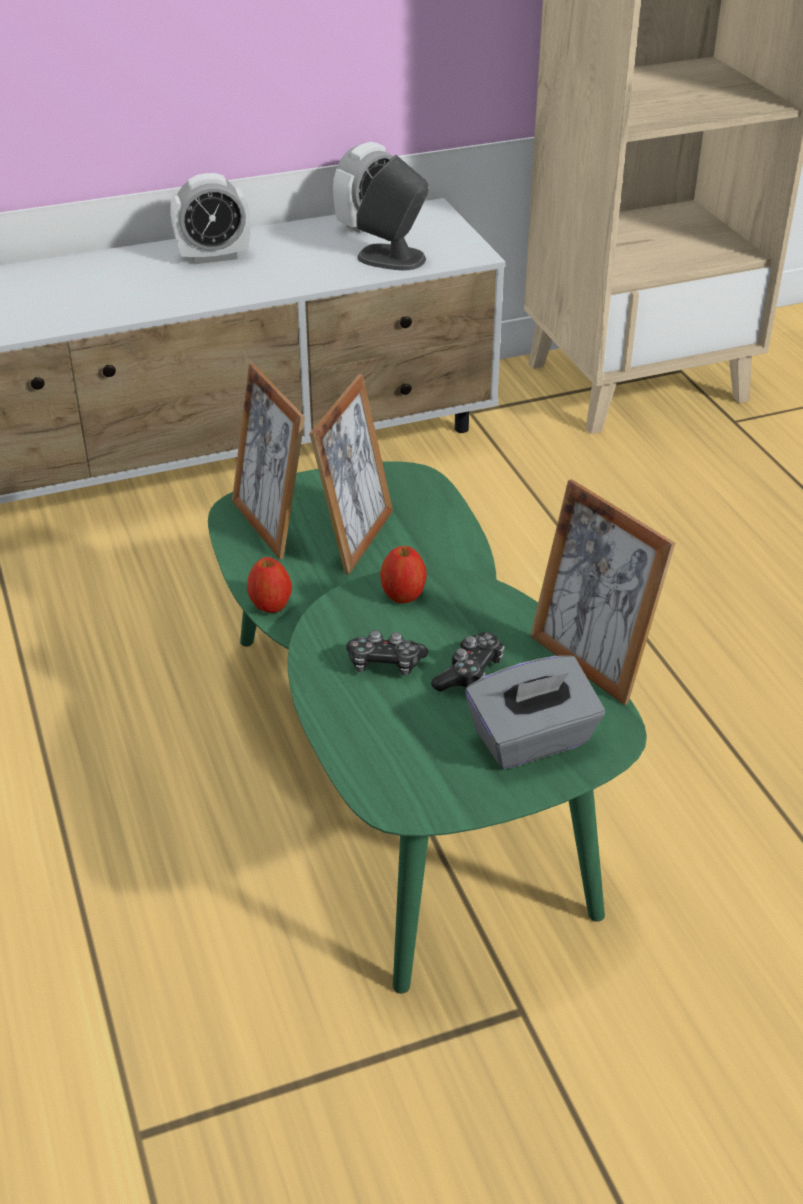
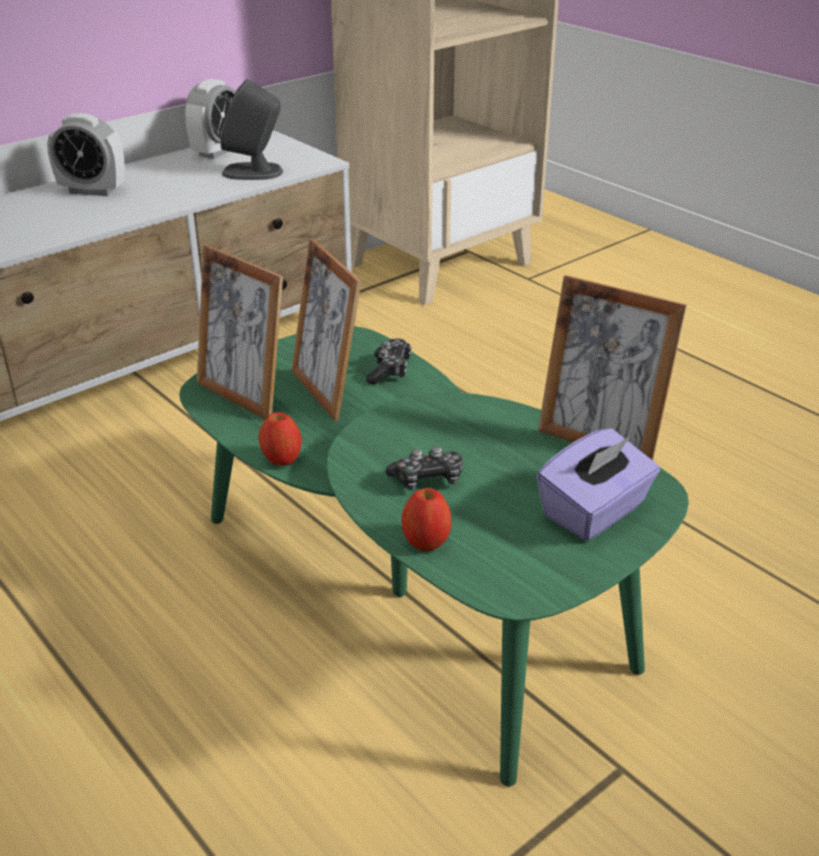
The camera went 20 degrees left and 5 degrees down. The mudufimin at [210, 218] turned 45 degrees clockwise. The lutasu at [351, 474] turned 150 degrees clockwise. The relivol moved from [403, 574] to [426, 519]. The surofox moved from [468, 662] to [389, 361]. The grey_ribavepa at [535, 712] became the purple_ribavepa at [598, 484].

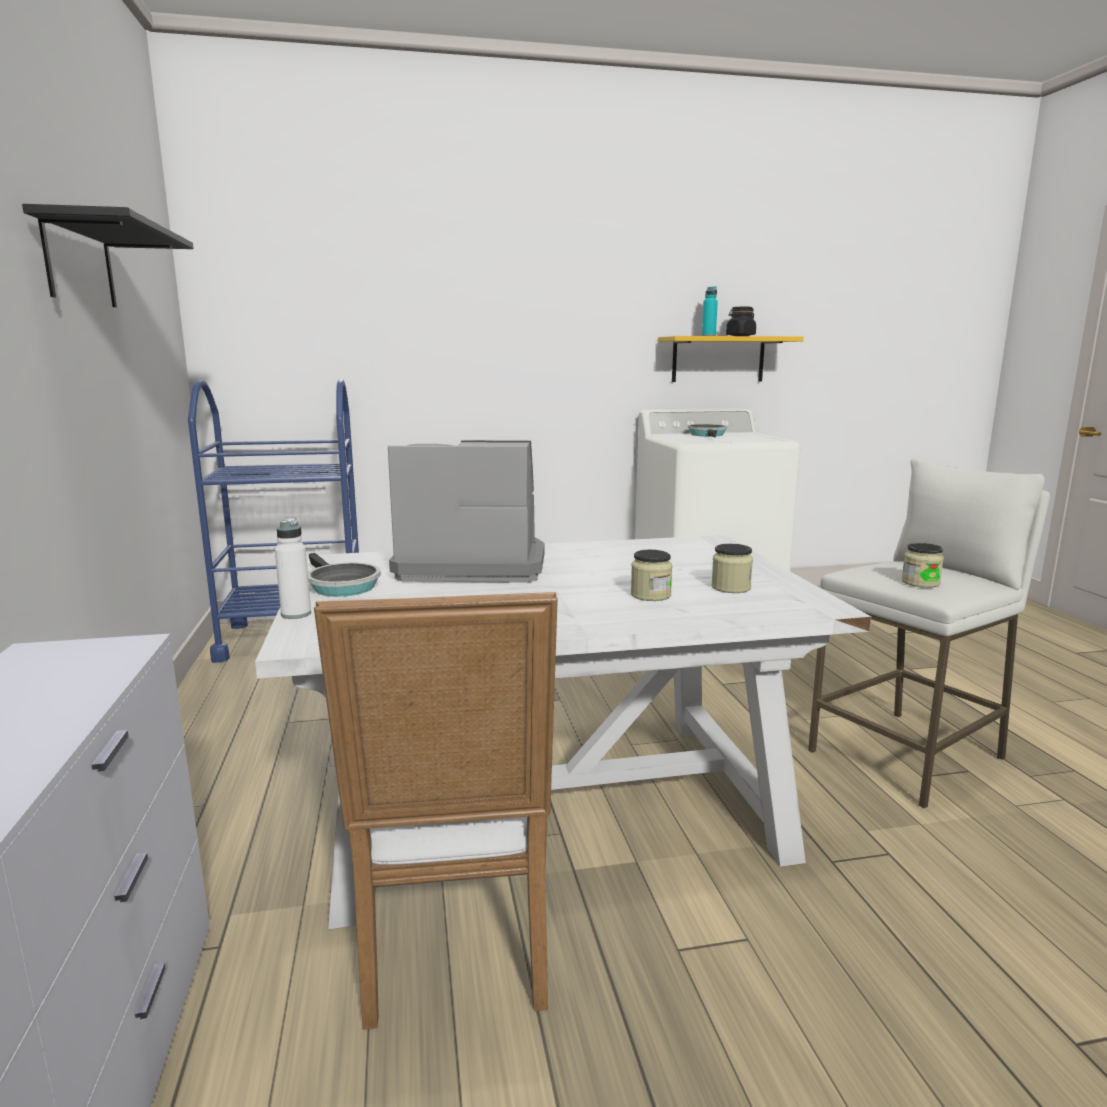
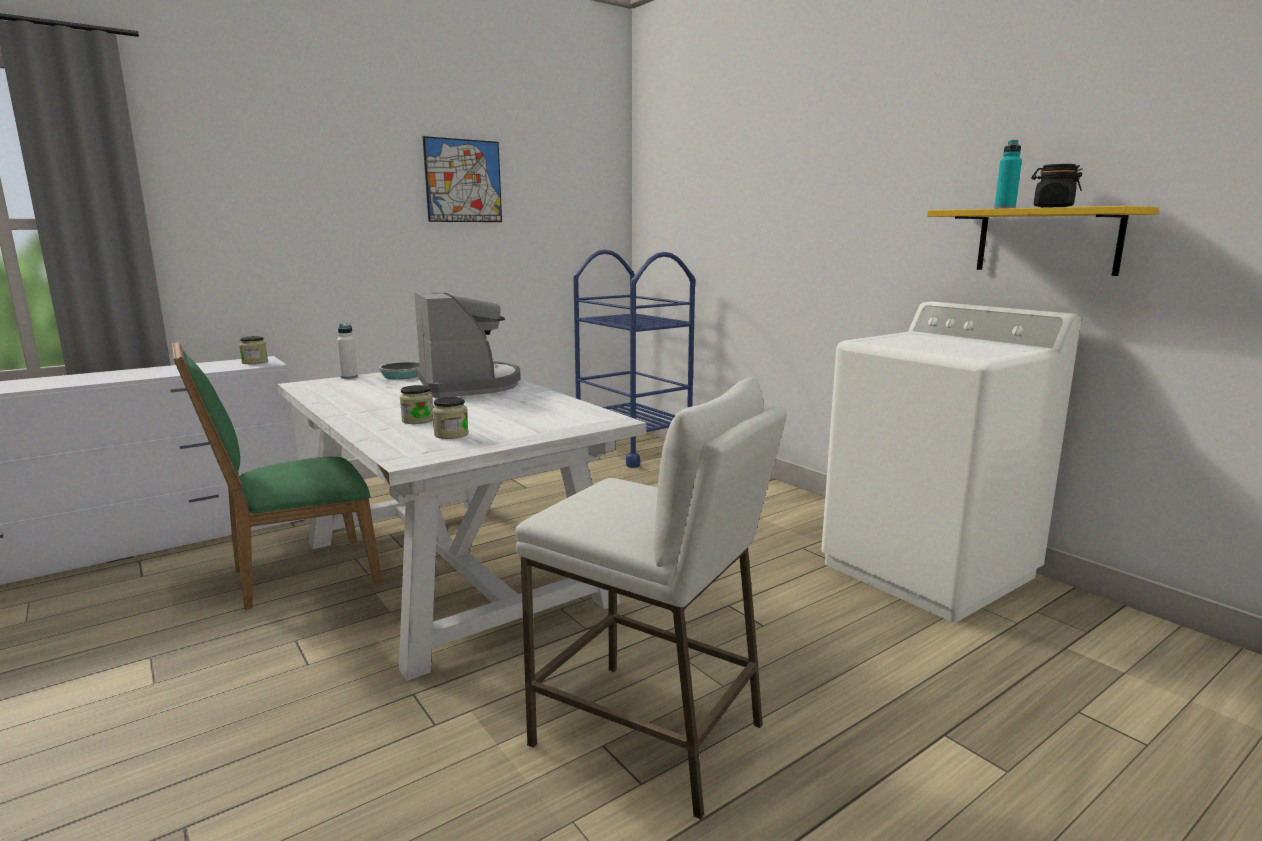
The camera went 65 degrees right and 0 degrees up. The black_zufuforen at [108, 255] was replaced by the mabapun at [462, 179]. The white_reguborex at [436, 811] became the green_reguborex at [277, 475]. The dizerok at [707, 431] disappeared. The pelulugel moved from [923, 565] to [253, 350].

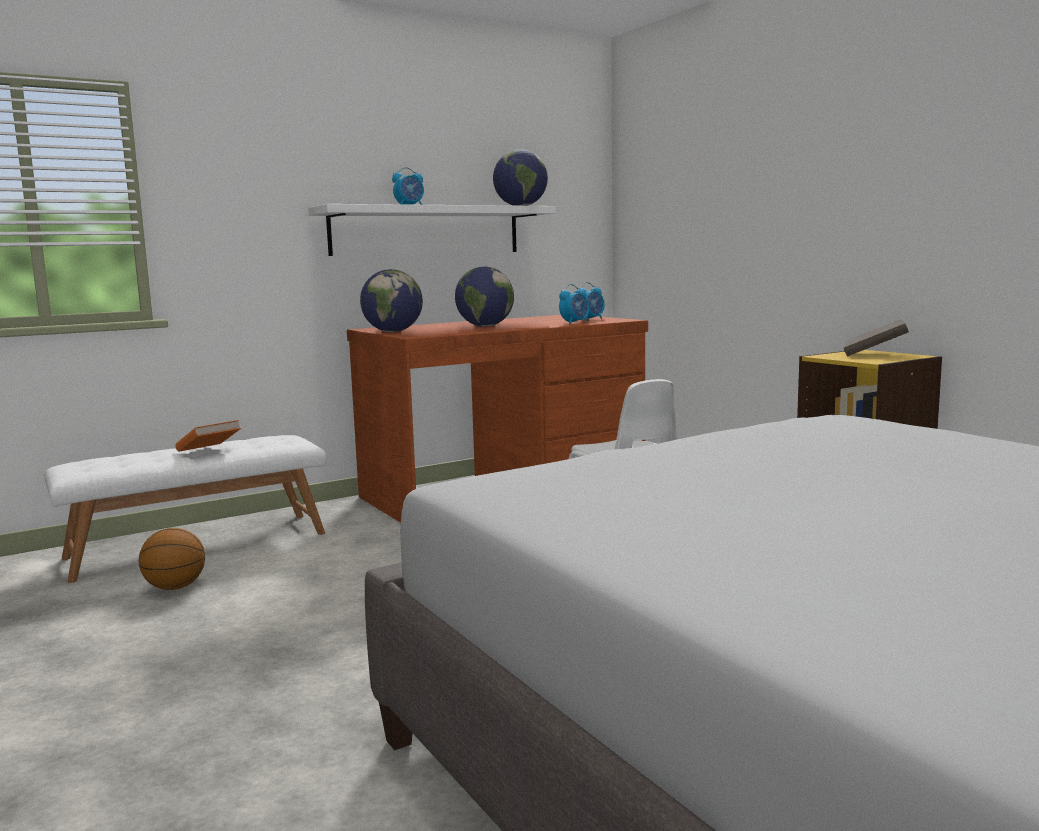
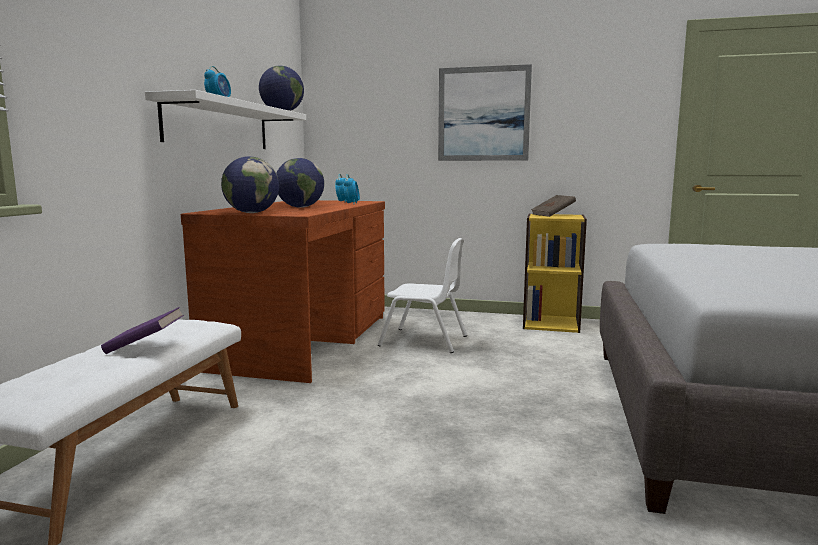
The camera went 45 degrees left and 0 degrees up. The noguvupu at [172, 559] disappeared. The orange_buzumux at [208, 436] became the purple_buzumux at [142, 330]. The mabapun at [485, 112] appeared.

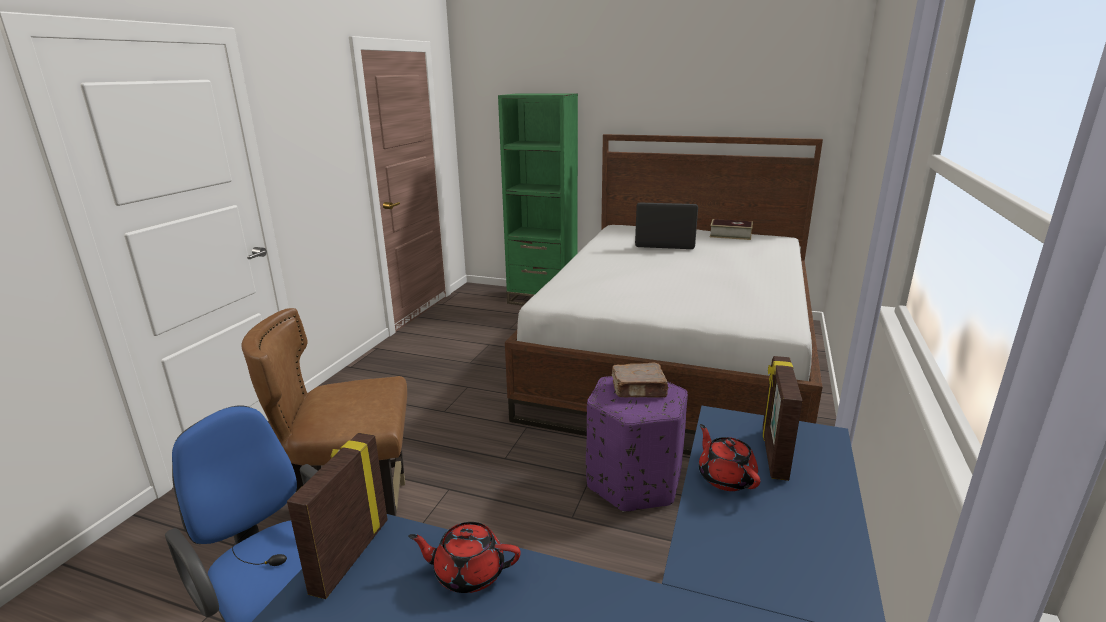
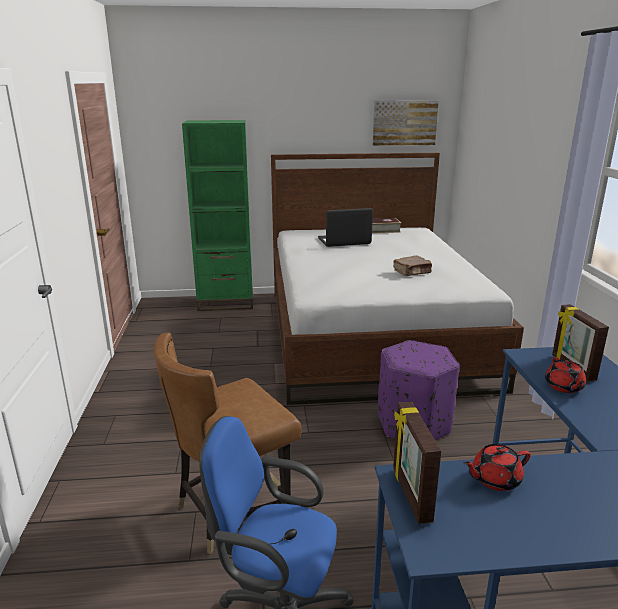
The camera went 25 degrees left and 0 degrees up. The brown_buzumux moved from [640, 380] to [412, 265]. The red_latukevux at [729, 457] turned 135 degrees counterclockwise. The mabapun at [406, 123] appeared.

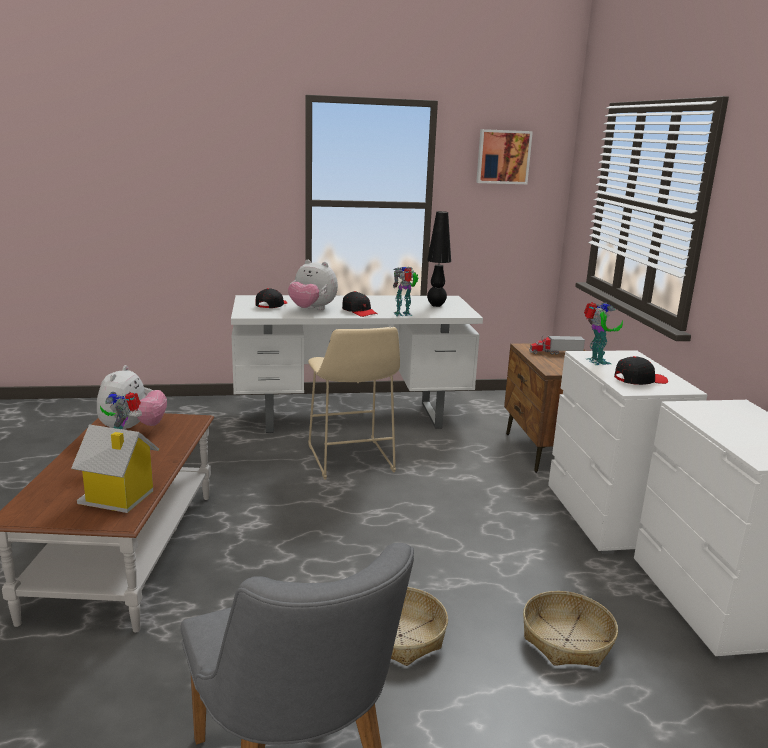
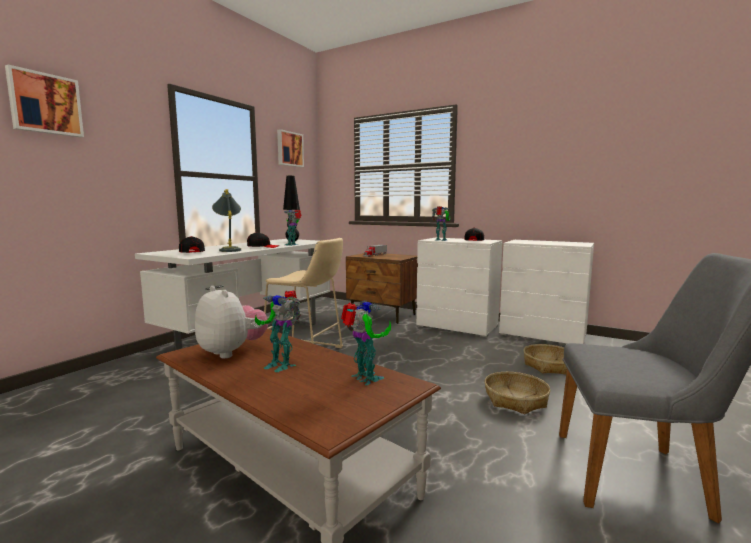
The camera went 50 degrees left and 10 degrees down. The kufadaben at [115, 468] was replaced by the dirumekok at [366, 343]. The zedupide at [313, 285] was replaced by the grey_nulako at [226, 220]. The mabapun at [44, 101] appeared.

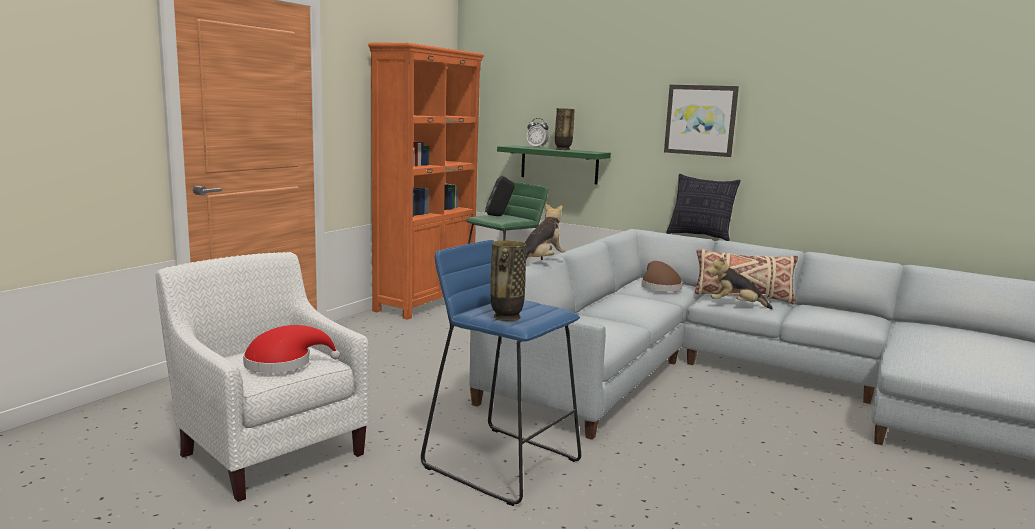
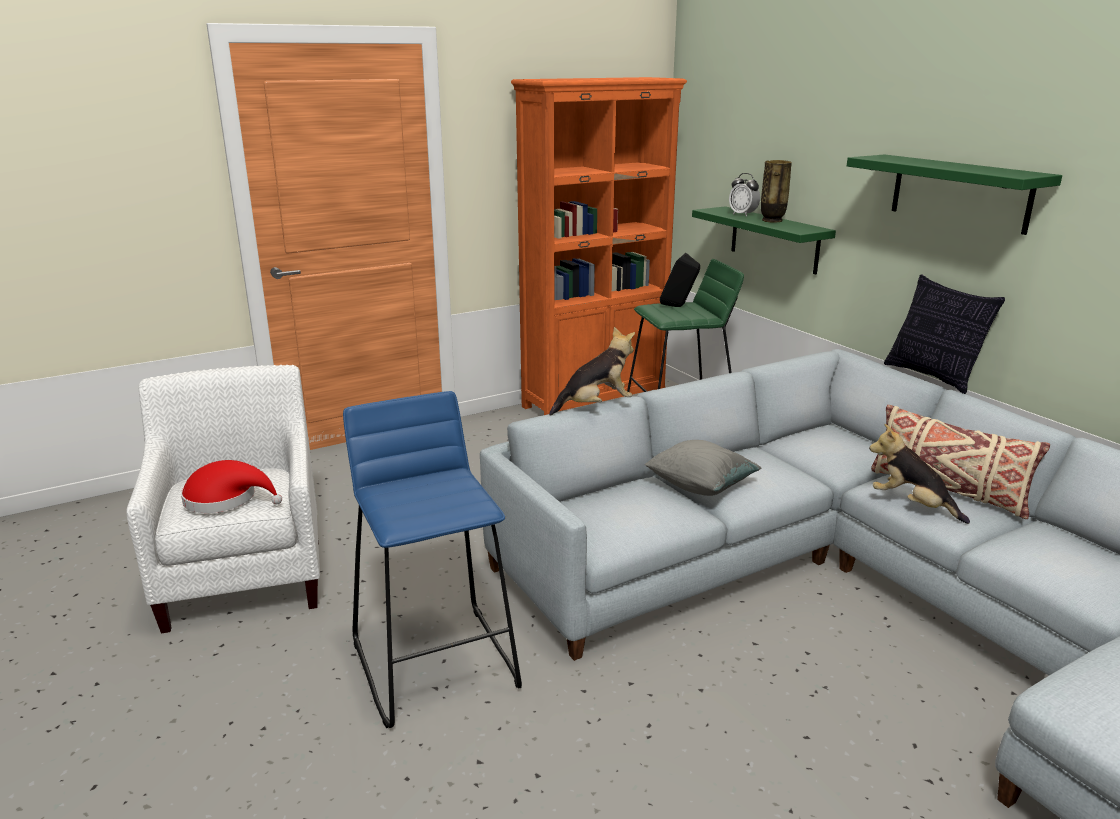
The camera went 30 degrees right and 10 degrees up. The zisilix at [508, 281] disappeared. The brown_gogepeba at [662, 276] disappeared. The mabapun at [701, 121] was replaced by the green_zufuforen at [954, 194]. The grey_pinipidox at [702, 468] appeared.

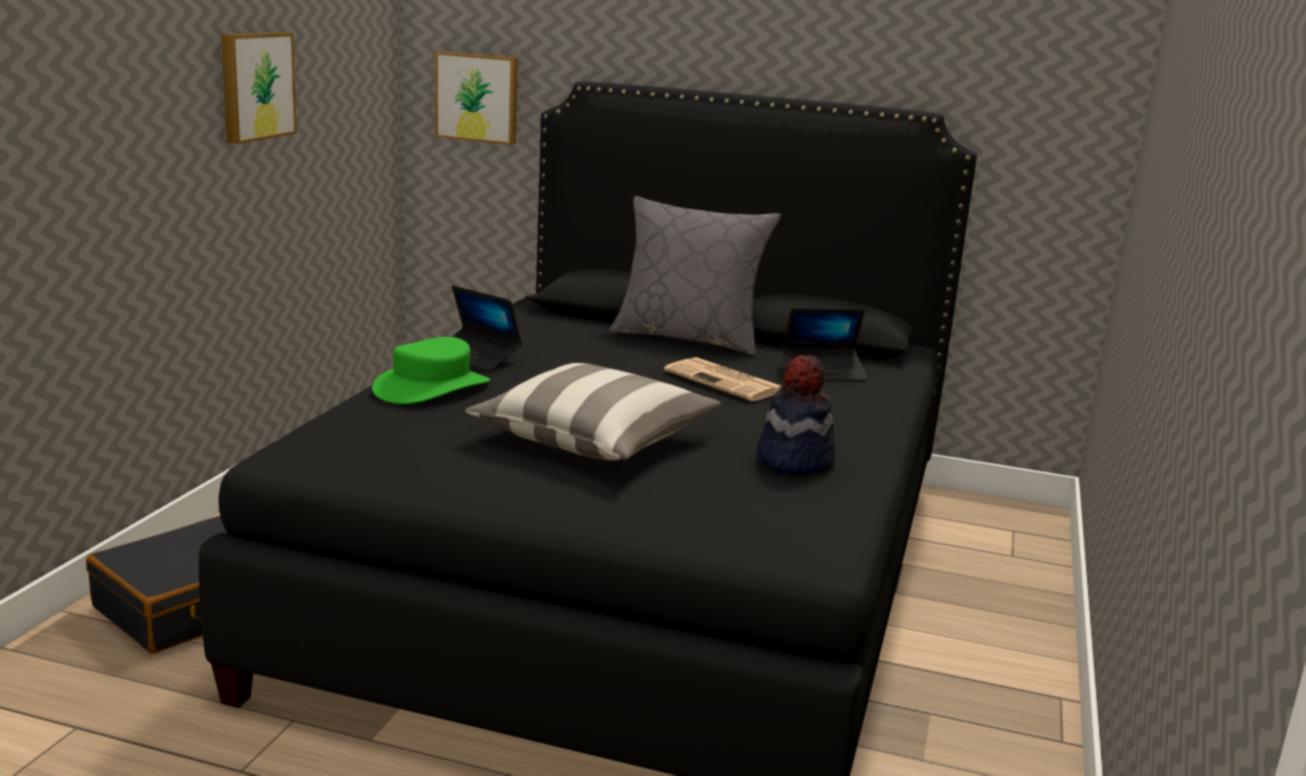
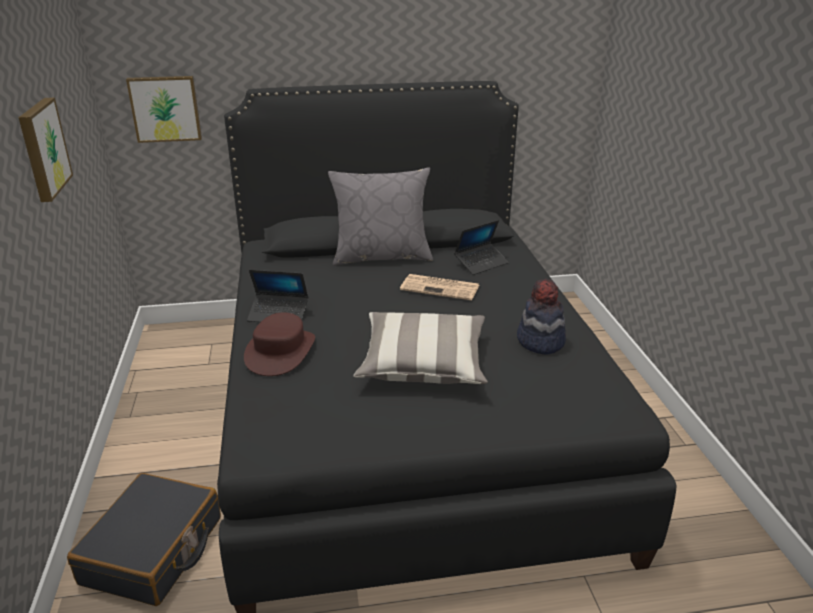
The camera went 25 degrees left and 10 degrees up. The green_gogepeba at [431, 370] became the brown_gogepeba at [279, 344].

